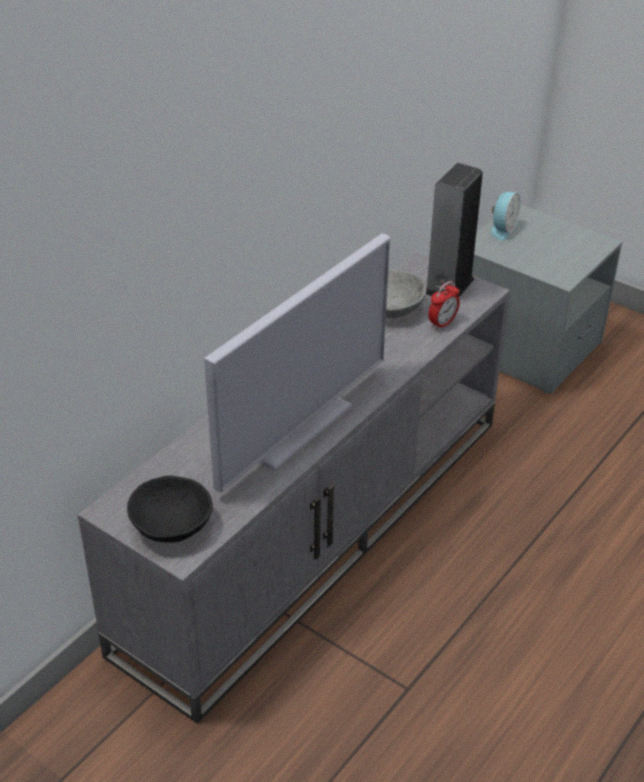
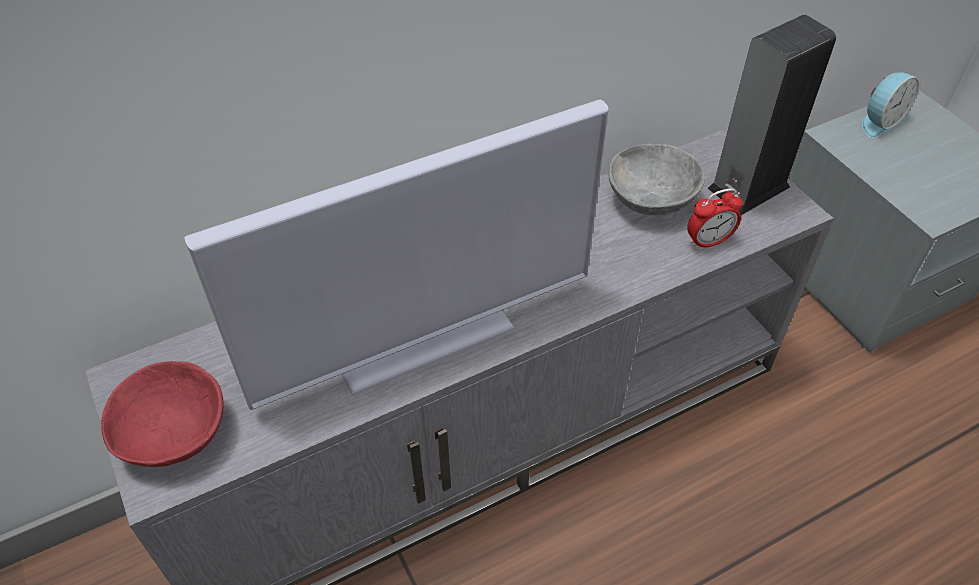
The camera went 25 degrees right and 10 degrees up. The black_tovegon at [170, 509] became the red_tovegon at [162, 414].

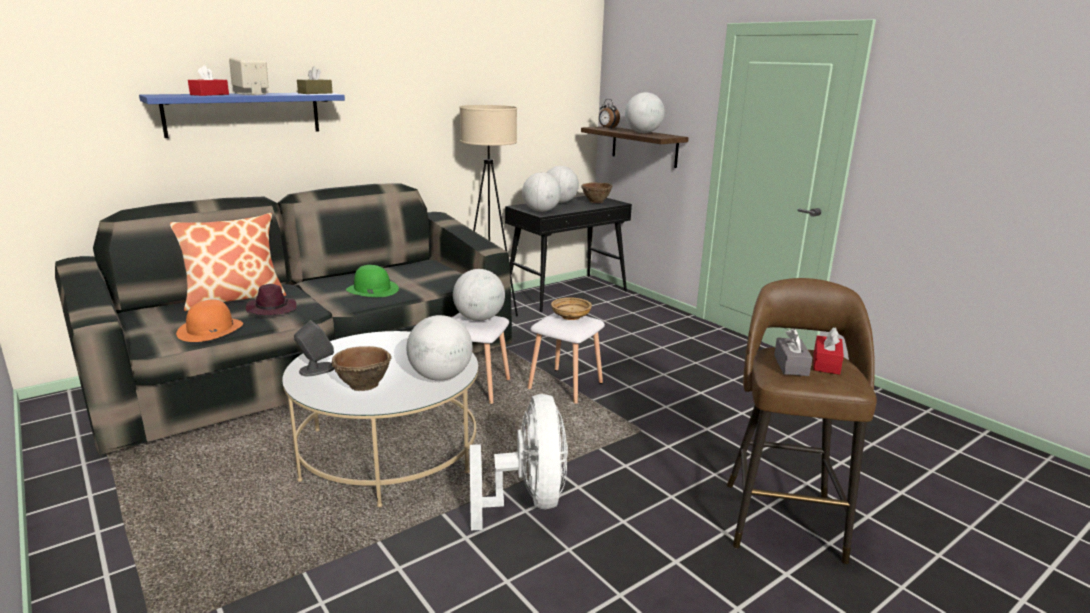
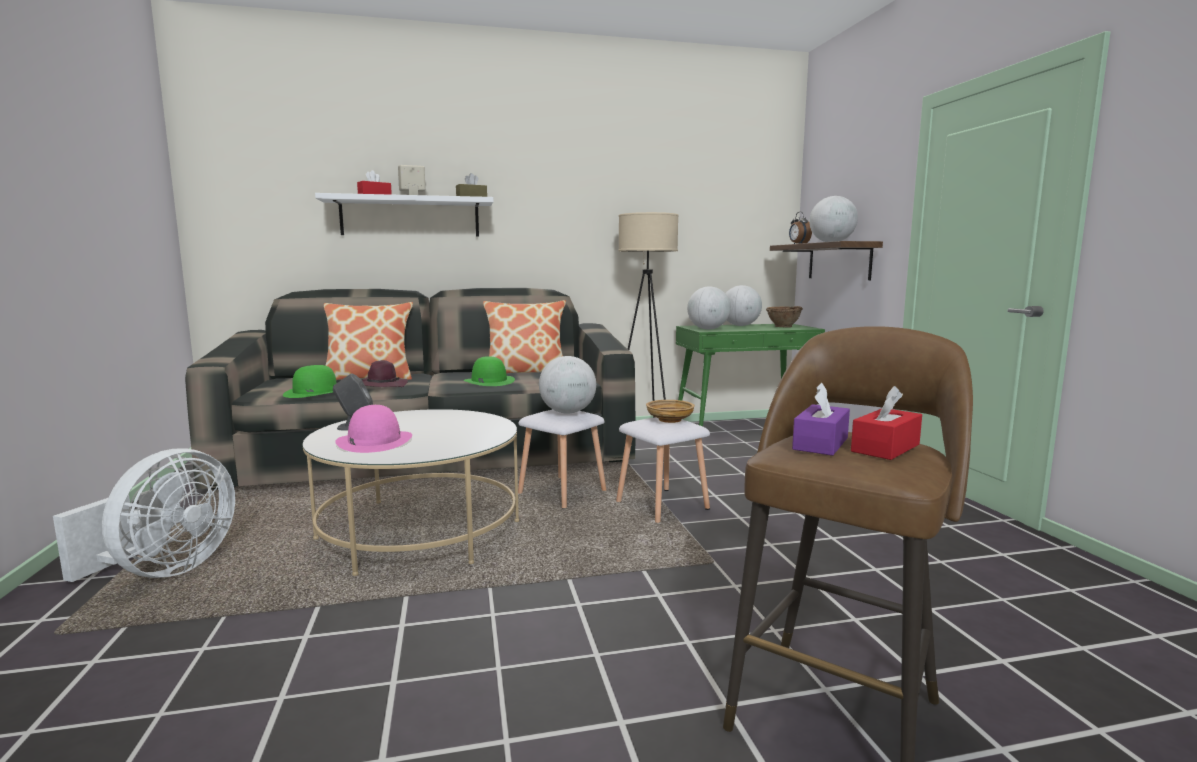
The camera went 25 degrees right and 10 degrees down. The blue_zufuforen at [242, 115] became the white_zufuforen at [404, 215]. The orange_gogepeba at [209, 320] became the green_gogepeba at [310, 381]. The brown_tovegon at [361, 368] was replaced by the pink_gogepeba at [373, 429]. The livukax at [439, 348] disappeared. The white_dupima moved from [519, 462] to [144, 515]. The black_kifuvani at [568, 254] became the green_kifuvani at [750, 375]. The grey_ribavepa at [793, 352] became the purple_ribavepa at [821, 419]. The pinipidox at [524, 337] appeared.

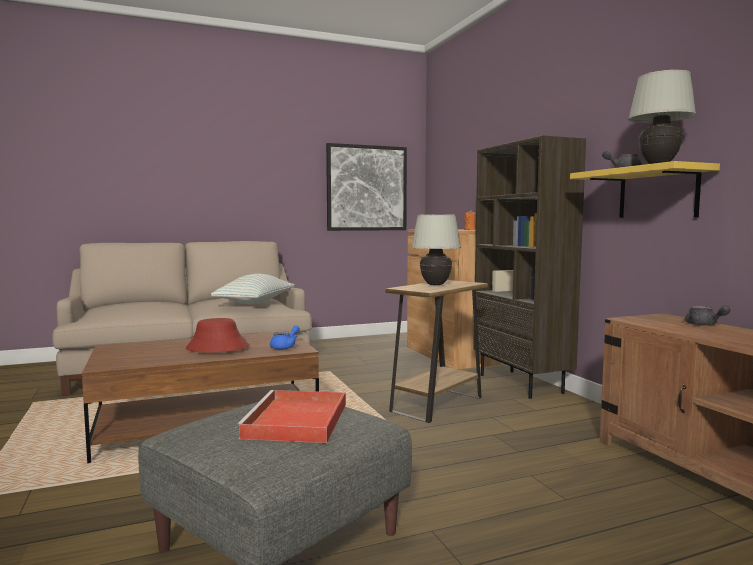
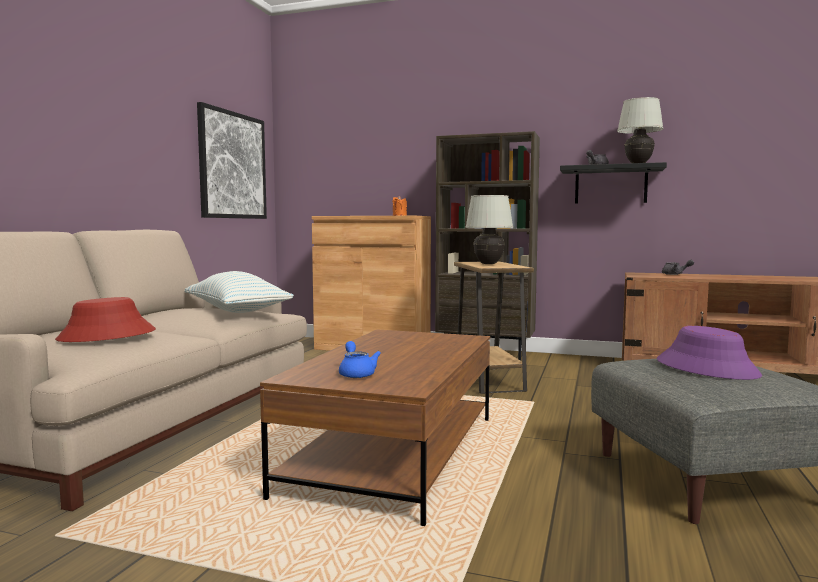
The camera went 50 degrees left and 0 degrees up. The red_gogepeba moved from [217, 335] to [105, 319]. The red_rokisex at [290, 416] was replaced by the purple_gogepeba at [709, 353]. The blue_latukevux moved from [285, 337] to [360, 359]. The yellow_zufuforen at [645, 189] became the black_zufuforen at [613, 182].

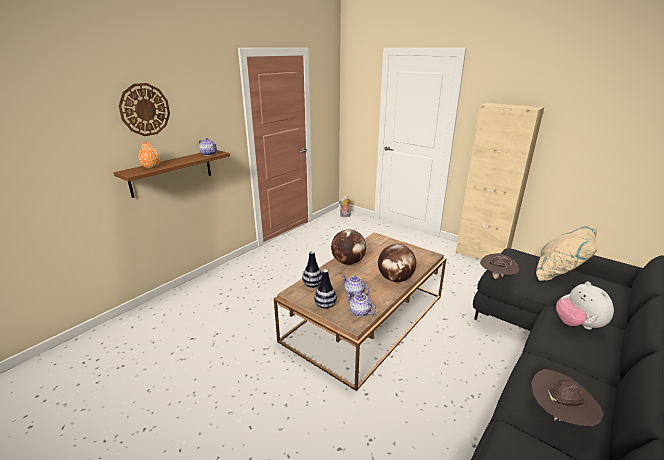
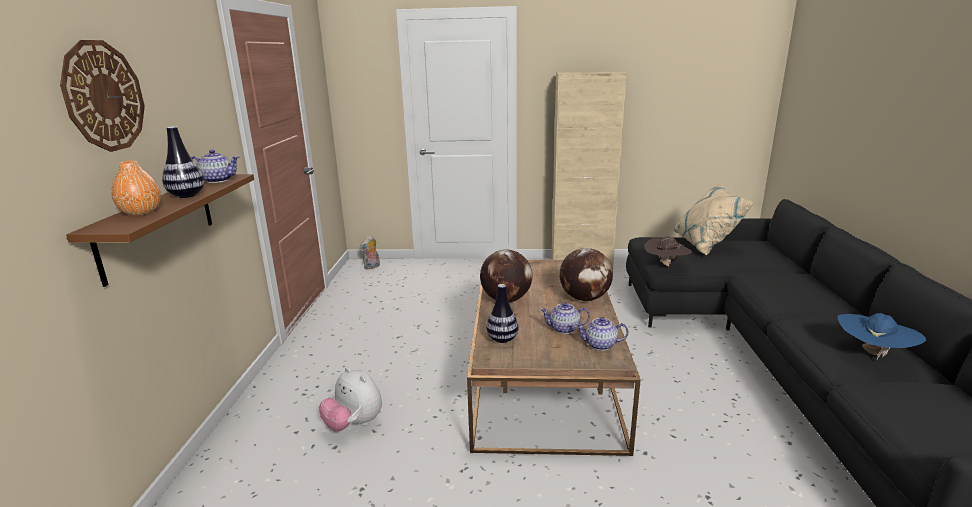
The camera went 35 degrees left and 5 degrees down. The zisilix moved from [325, 289] to [183, 162]. The brown_gogepeba at [567, 397] became the blue_gogepeba at [882, 336]. The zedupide moved from [585, 306] to [350, 399].

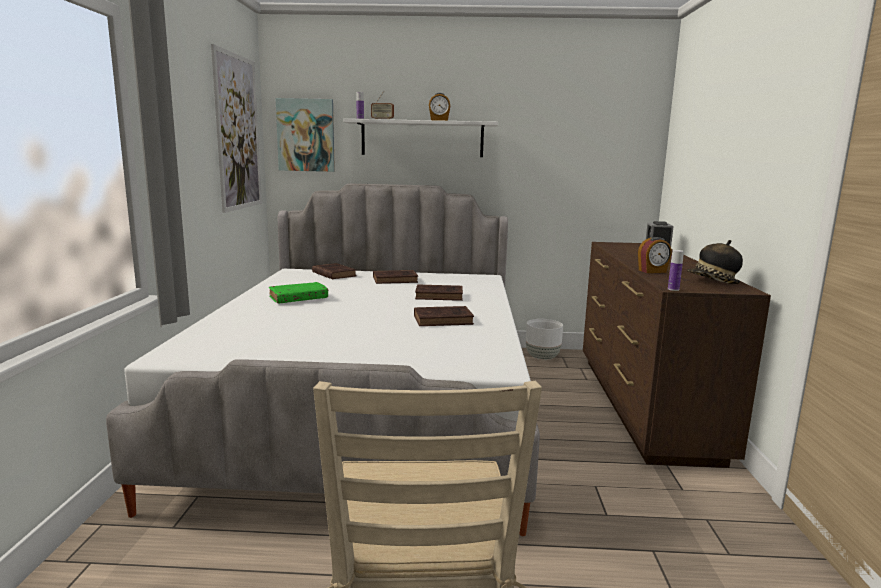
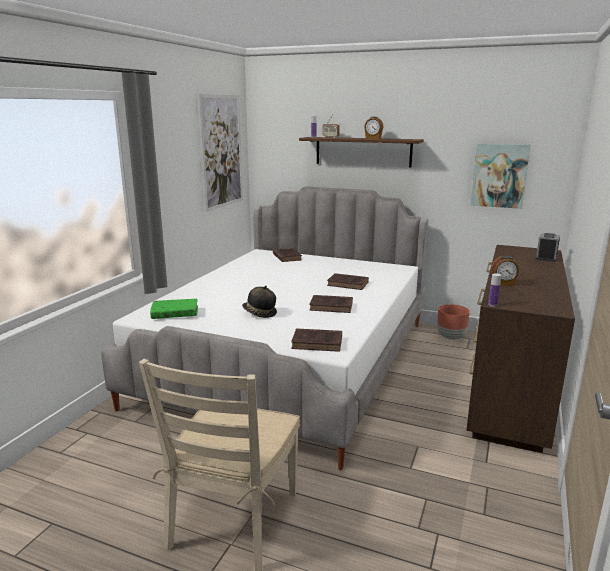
The camera went 20 degrees right and 5 degrees up. The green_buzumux moved from [298, 293] to [174, 309]. The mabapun moved from [305, 135] to [500, 176]. The white_zufuforen at [420, 138] became the brown_zufuforen at [361, 152]. The brown_buzumux moved from [395, 277] to [316, 340]. The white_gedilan at [544, 339] became the brown_gedilan at [453, 322]. The gogepeba moved from [715, 262] to [259, 301].

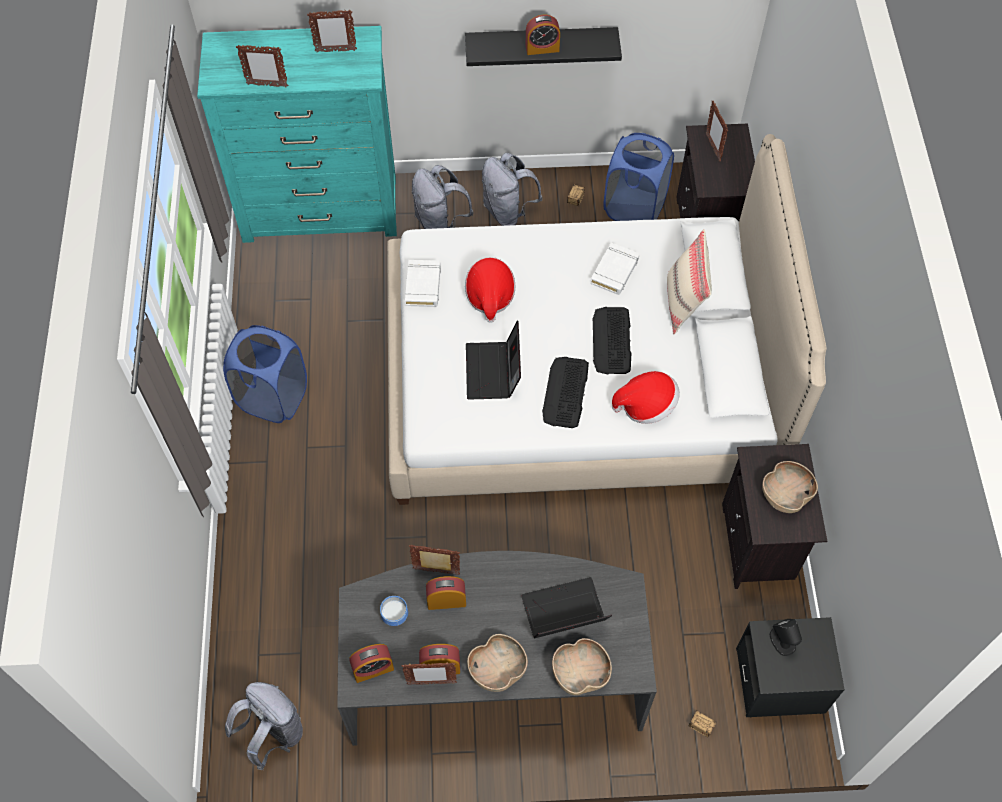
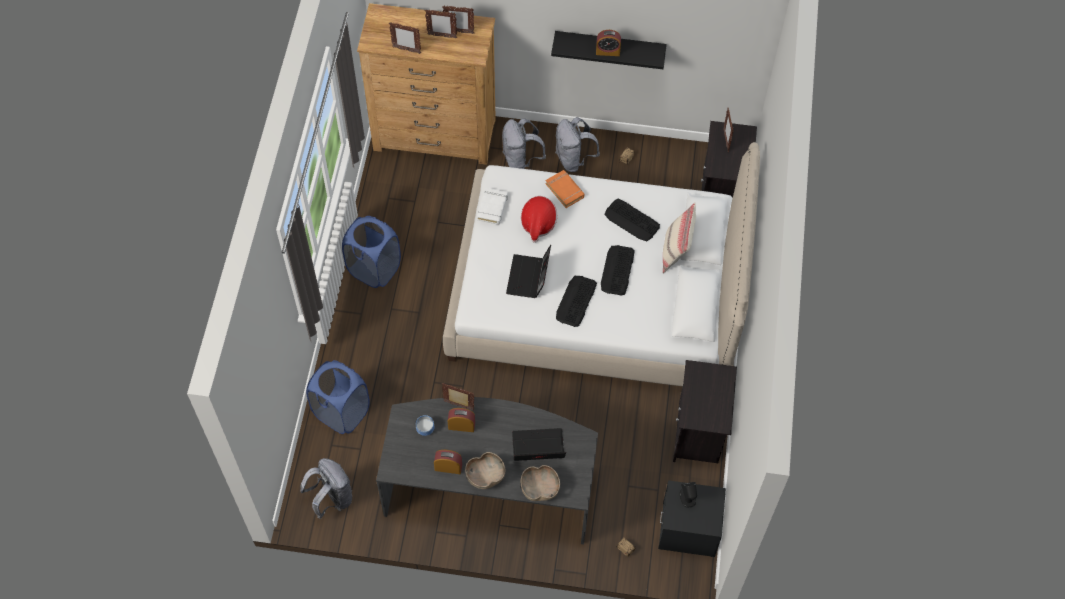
The camera went 10 degrees right and 0 degrees up. The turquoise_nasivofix at [297, 134] became the brown_nasivofix at [426, 84]. The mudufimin at [371, 663] disappeared. The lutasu moved from [429, 673] to [441, 24]. The white_buzumux at [614, 269] was replaced by the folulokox at [632, 219]. The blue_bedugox moved from [638, 177] to [338, 397]. The gogepeba at [646, 397] disappeared. The brown_tovegon at [790, 487] disappeared. The orange_buzumux at [565, 189] appeared.

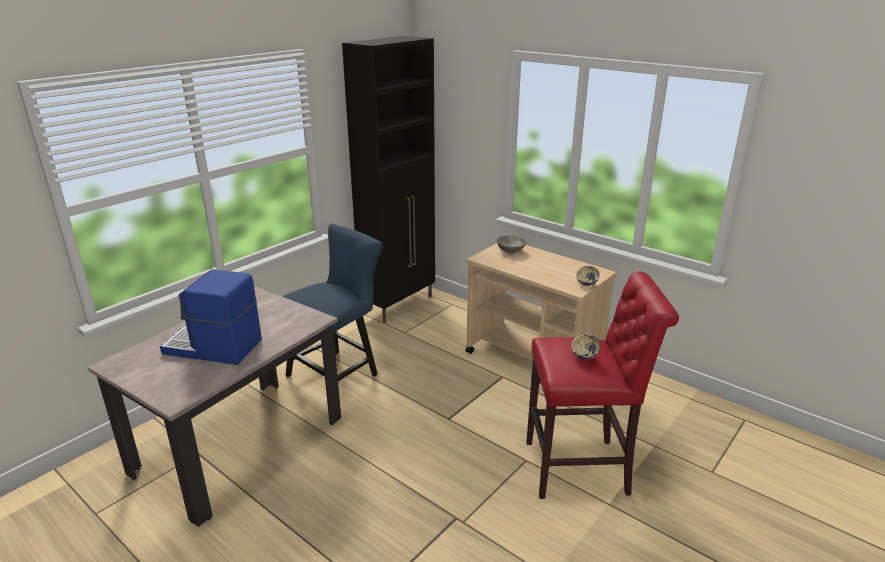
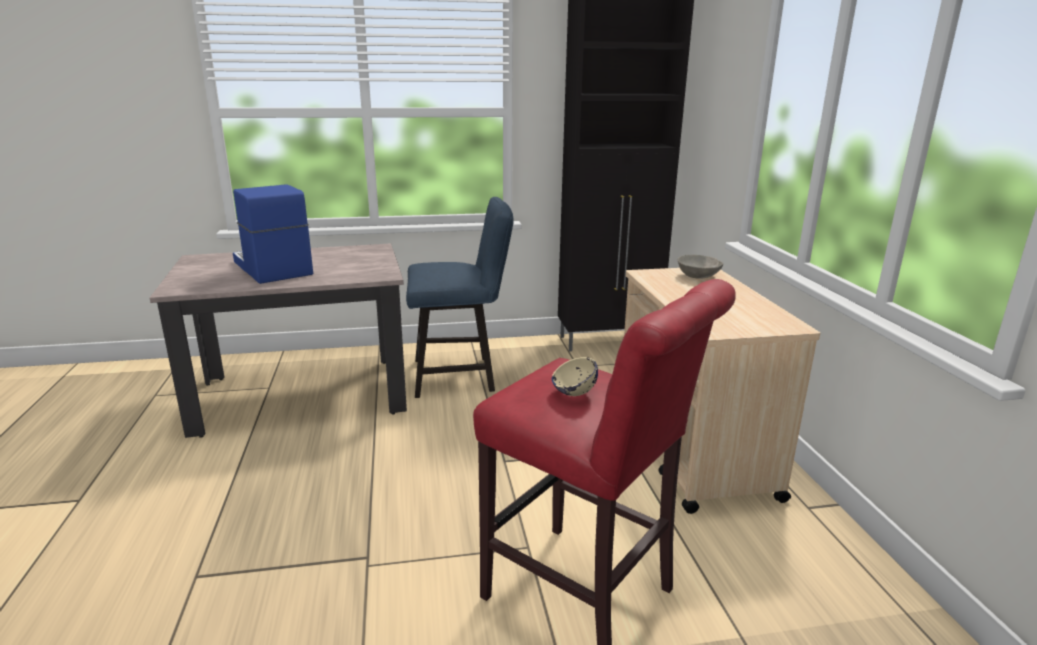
The camera went 40 degrees right and 5 degrees down. The beige_tovegon at [587, 276] disappeared.

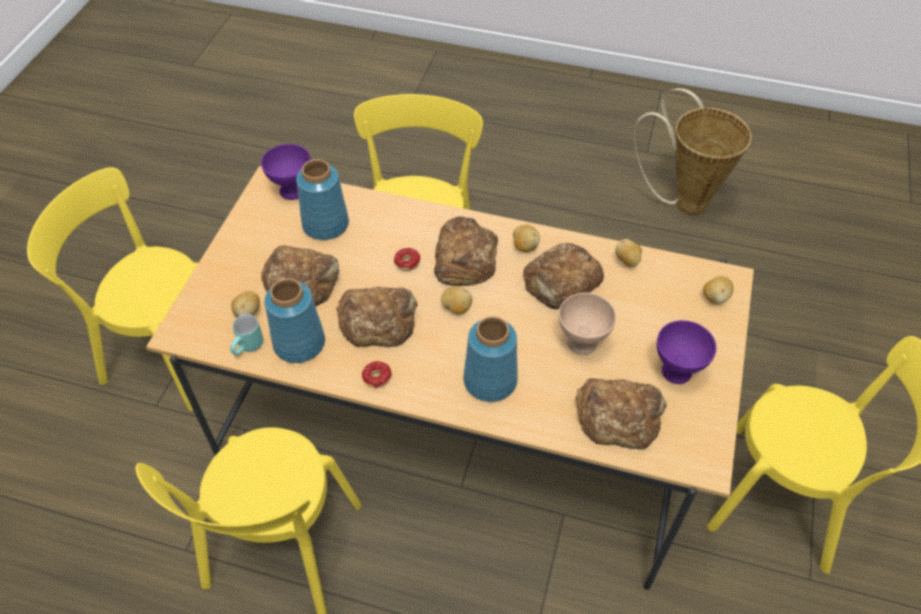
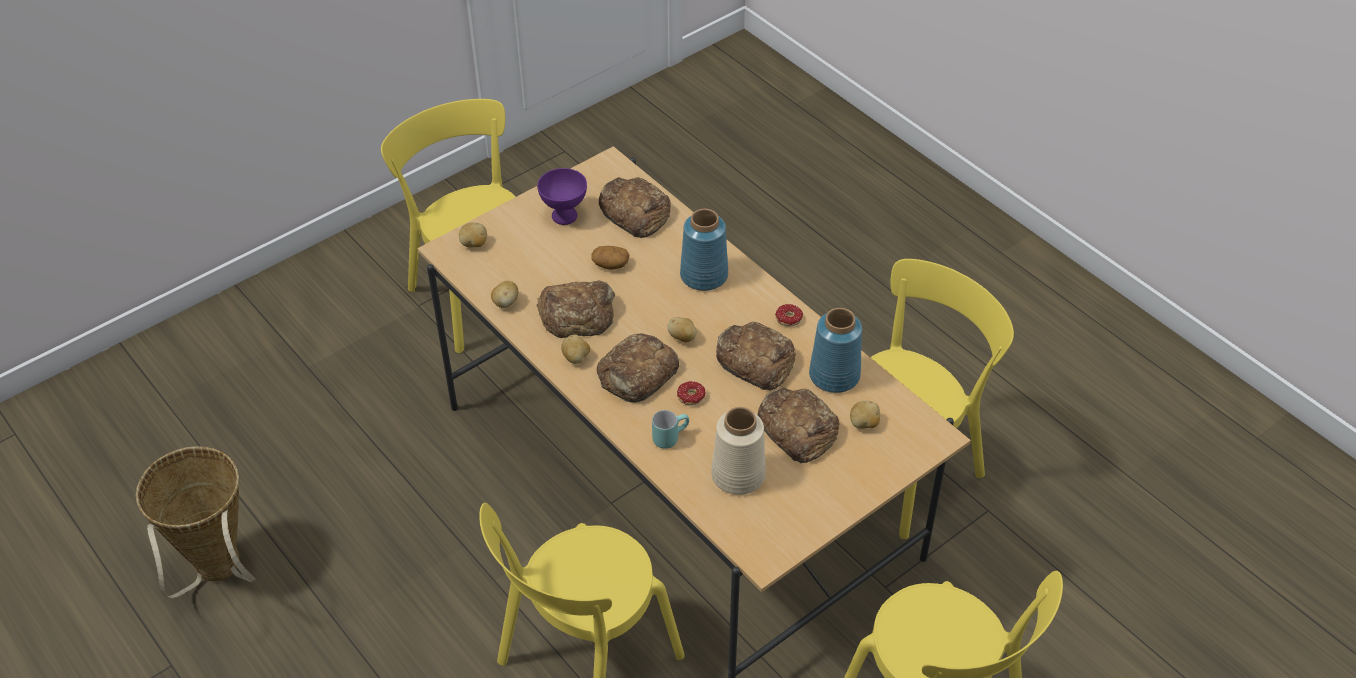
The camera went 145 degrees left and 5 degrees down. The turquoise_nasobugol moved from [246, 335] to [670, 429]. The purple_tovegon at [286, 172] disappeared. The blue_zisilix at [322, 199] became the beige_zisilix at [738, 451]. The beige_tovegon at [587, 324] was replaced by the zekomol at [610, 258].

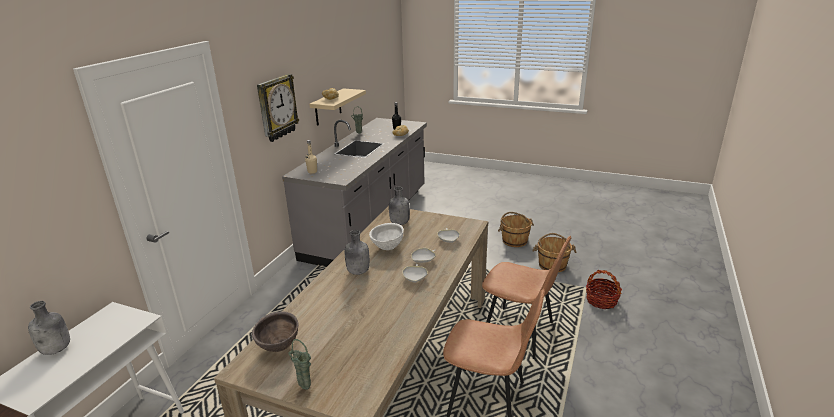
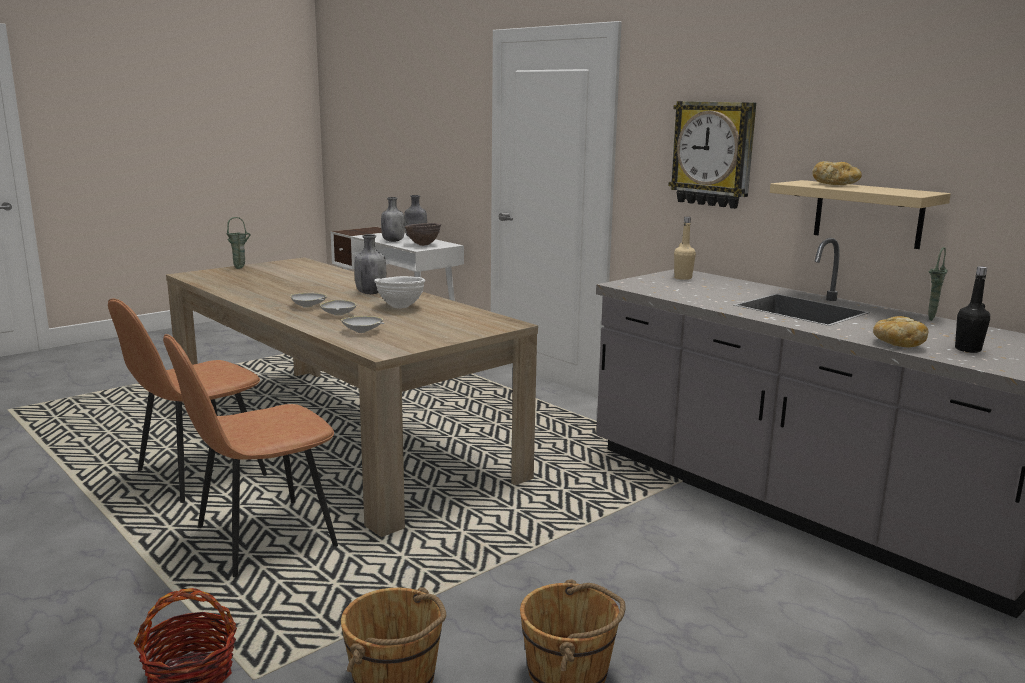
The camera went 115 degrees right and 10 degrees down. The brown_tovegon moved from [275, 331] to [423, 234]. The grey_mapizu moved from [399, 206] to [393, 219].

